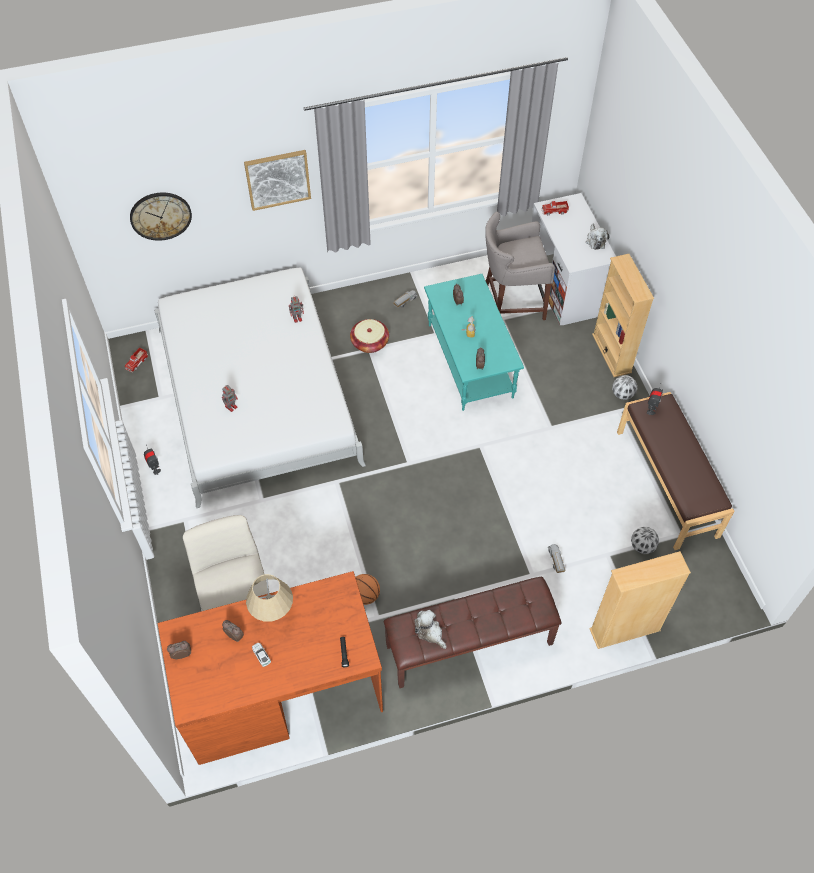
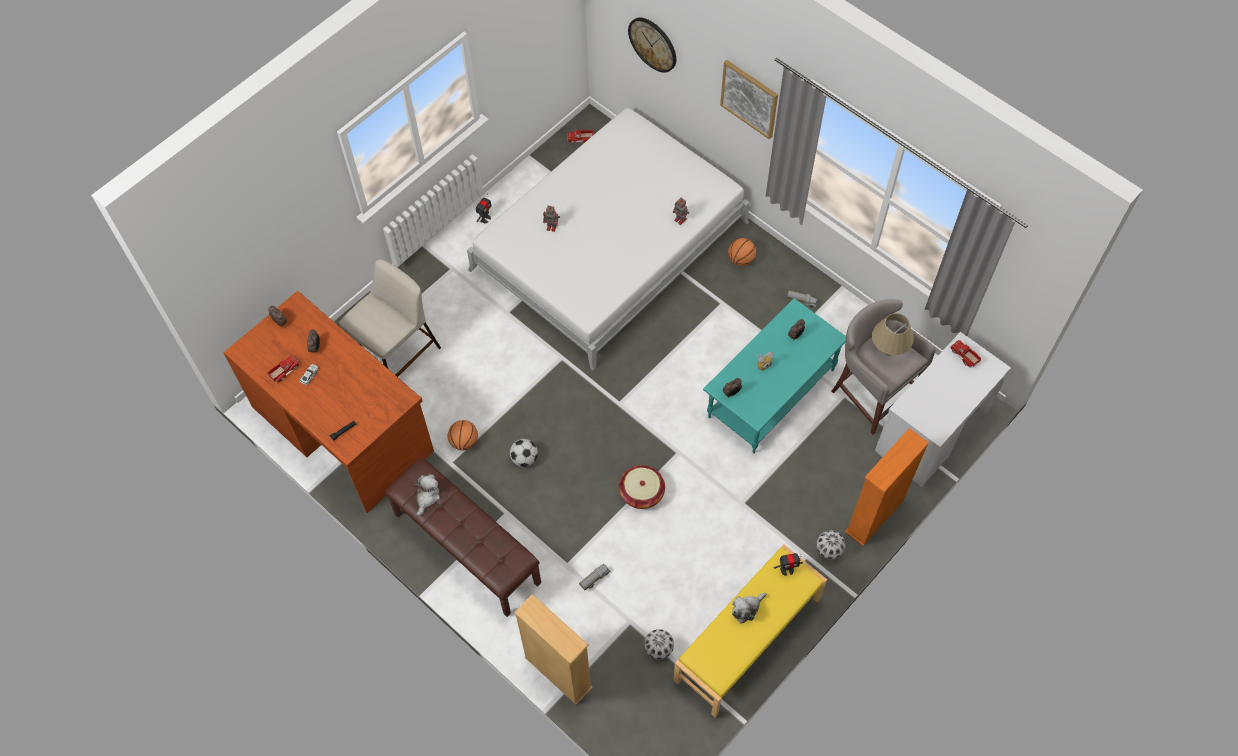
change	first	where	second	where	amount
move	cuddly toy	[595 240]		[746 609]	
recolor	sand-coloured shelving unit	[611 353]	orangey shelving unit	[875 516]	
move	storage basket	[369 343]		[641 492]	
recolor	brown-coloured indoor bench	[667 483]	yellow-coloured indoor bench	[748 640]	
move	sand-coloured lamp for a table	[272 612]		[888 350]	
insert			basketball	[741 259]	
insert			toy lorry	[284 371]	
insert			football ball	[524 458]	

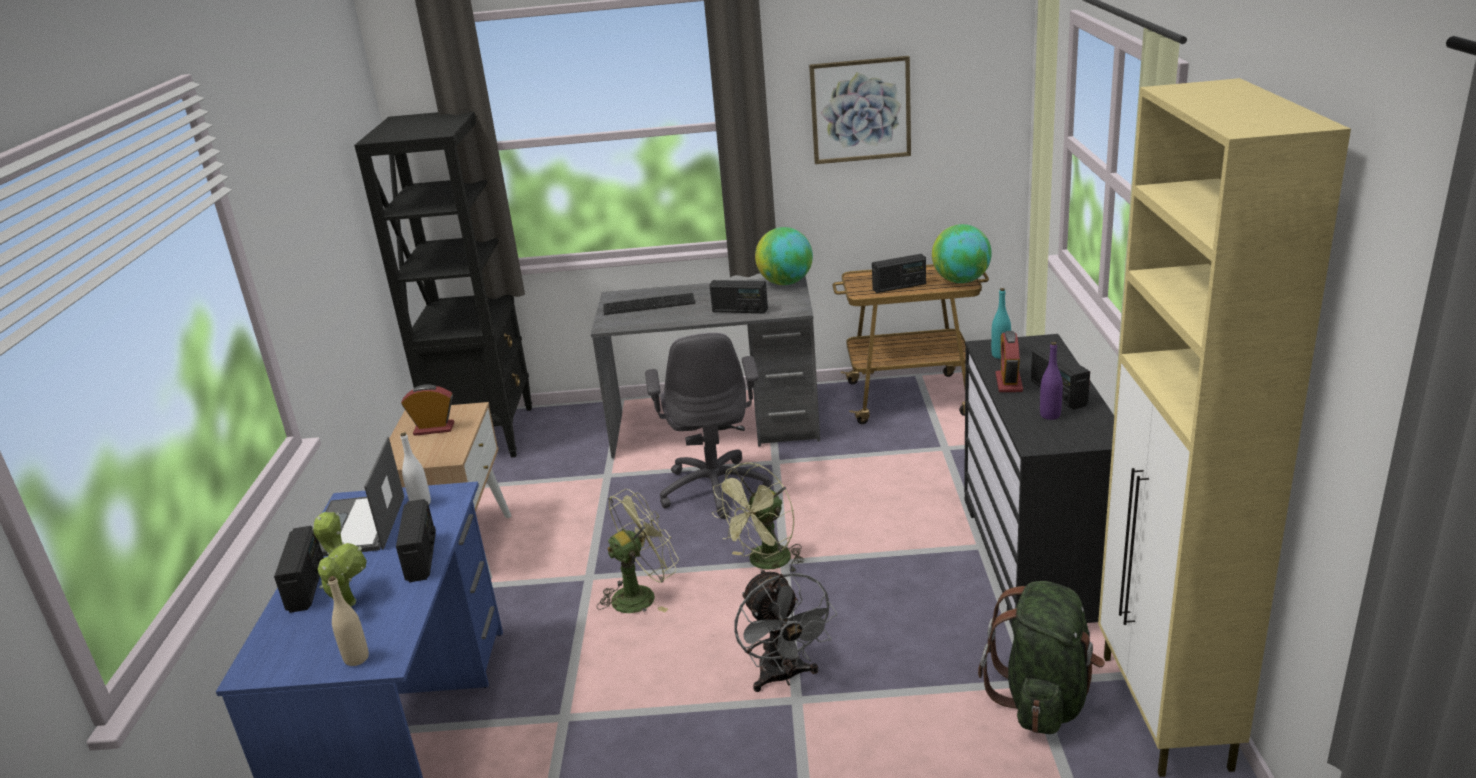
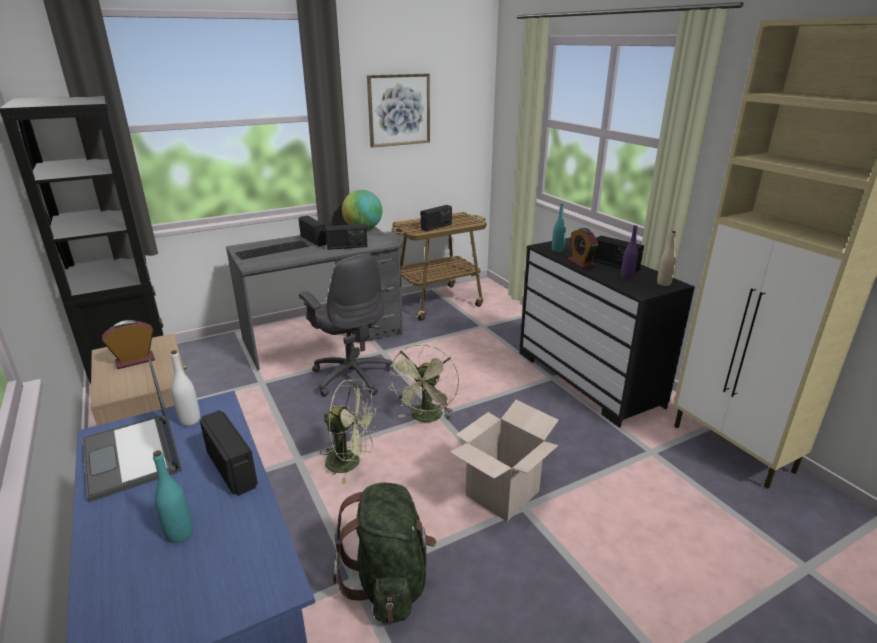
change	first	where	second	where	amount
delete	world globe	[961 281]			
rotate	green cooling fan	[641 595]		[351 462]	75 degrees clockwise
replace	potted plant	[348 601]	turquoise-coloured bottle	[180 533]	
move	radio	[307 586]		[314 240]	
replace	greyish cooling fan	[784 677]	carton	[502 493]	
move	sand-coloured bottle	[356 658]		[663 283]	
move	green backpack	[1043 699]		[389 581]	

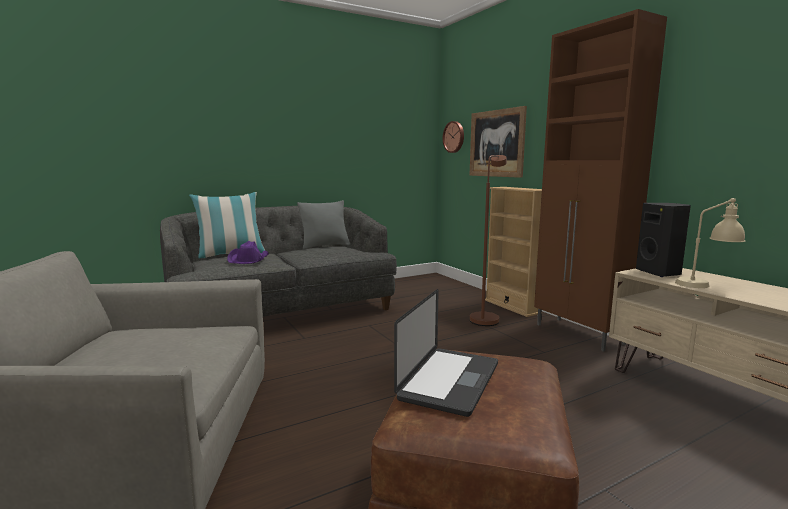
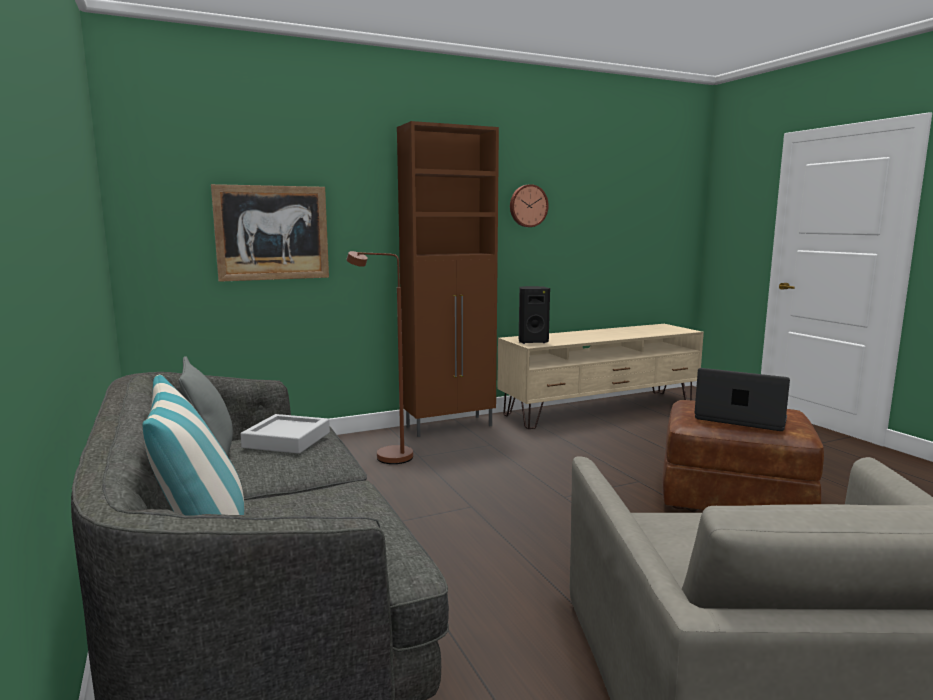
change	first	where	second	where	amount
move	clock on the wall	[454 137]		[528 206]	
delete	sand-coloured shelving unit	[512 306]			
delete	sand-coloured lamp for a table	[706 284]			
delete	purple-coloured hat	[249 259]			
insert			greyish serving tray	[287 440]	

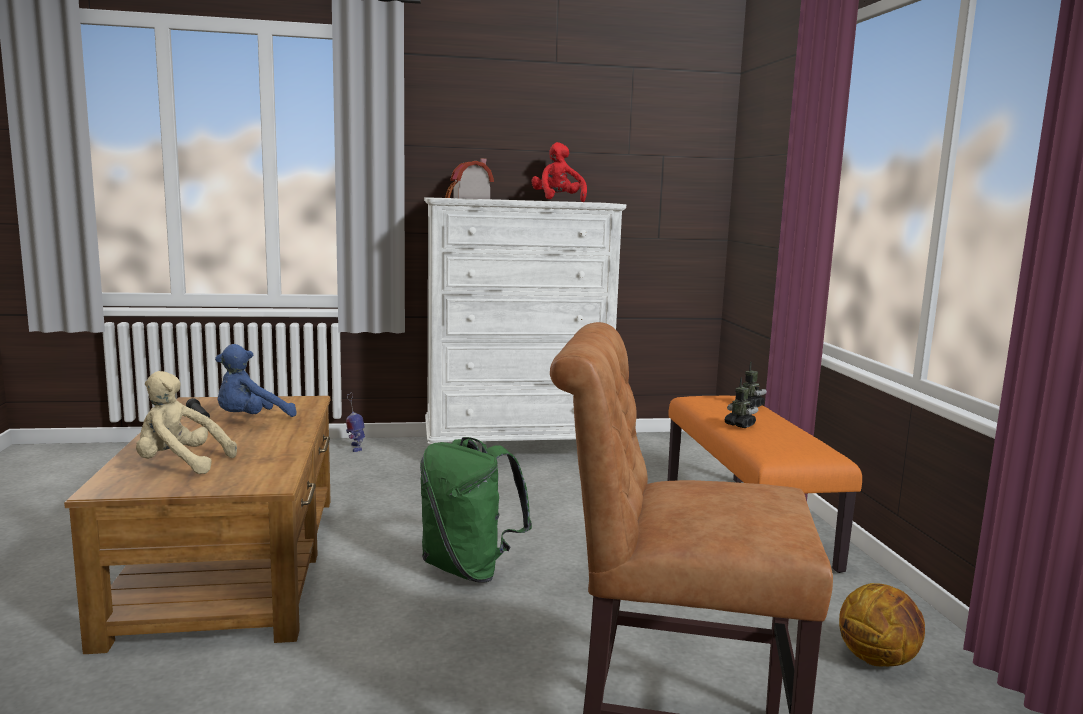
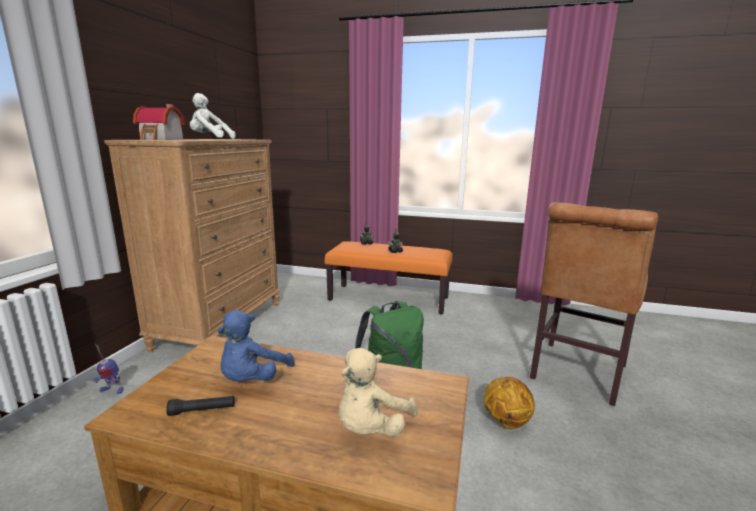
change	first	where	second	where	amount
recolor	reddish cuddly toy	[557 201]	whitish cuddly toy	[209 139]	
recolor	whitish chest of drawers	[516 449]	brown-coloured chest of drawers	[220 325]	
rotate	blue-coloured cuddly toy	[251 420]		[253 379]	45 degrees clockwise
move	basketball	[878 659]		[506 421]	

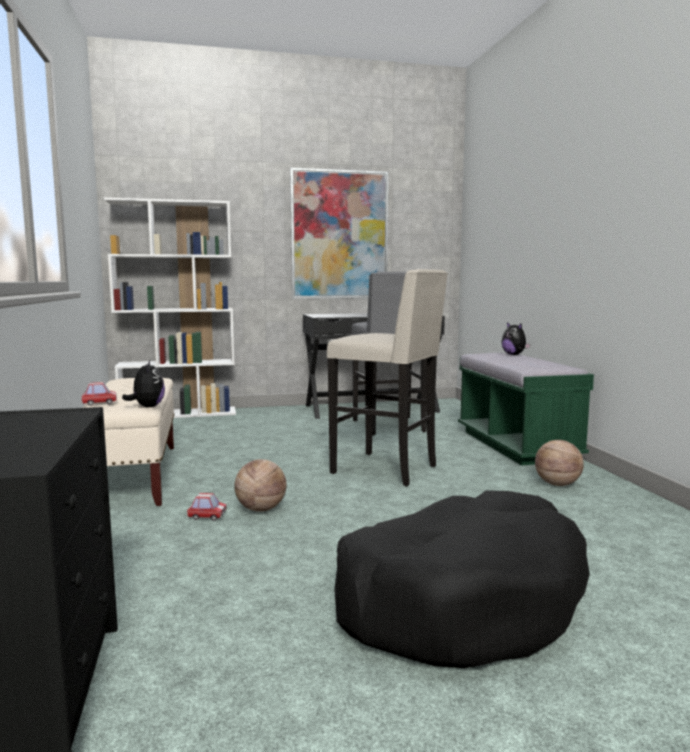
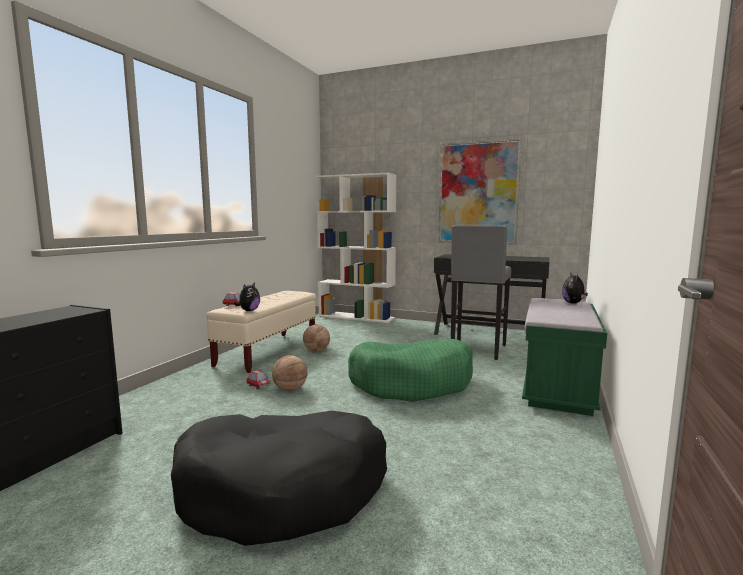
change	first	where	second	where	amount
replace	sand-coloured stool seat	[387 470]	green dog bed	[412 383]	
move	basketball	[557 484]		[316 350]	

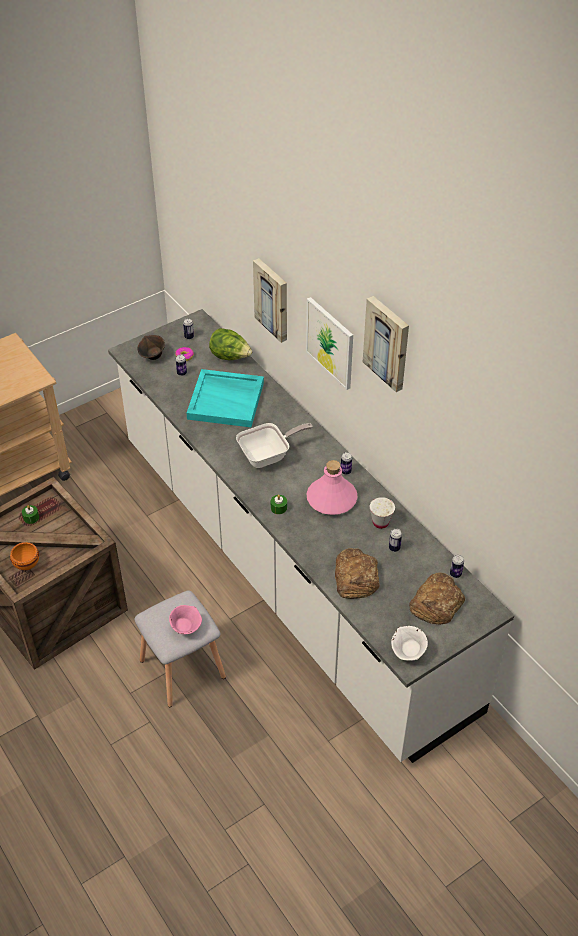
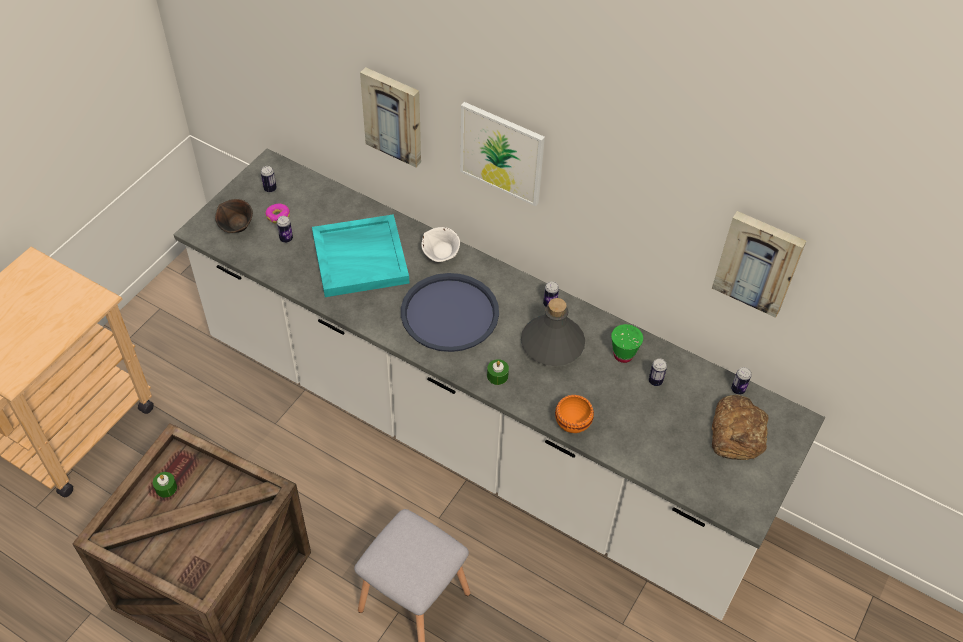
change	first	where	second	where	amount
move	wall picture	[388 343]		[759 262]	
delete	lettuce	[230 357]			
replace	frying pan	[268 456]	blue-coloured serving tray	[449 313]	
recolor	pink bottle	[332 499]	greyish bottle	[552 343]	
recolor	whitish cup	[380 522]	green cup	[623 355]	
move	orangey serving bowl	[28 564]		[573 423]	
delete	bakery bread	[355 577]			
delete	pink serving bowl	[186 627]			
move	whitish serving bowl	[408 652]		[441 256]	

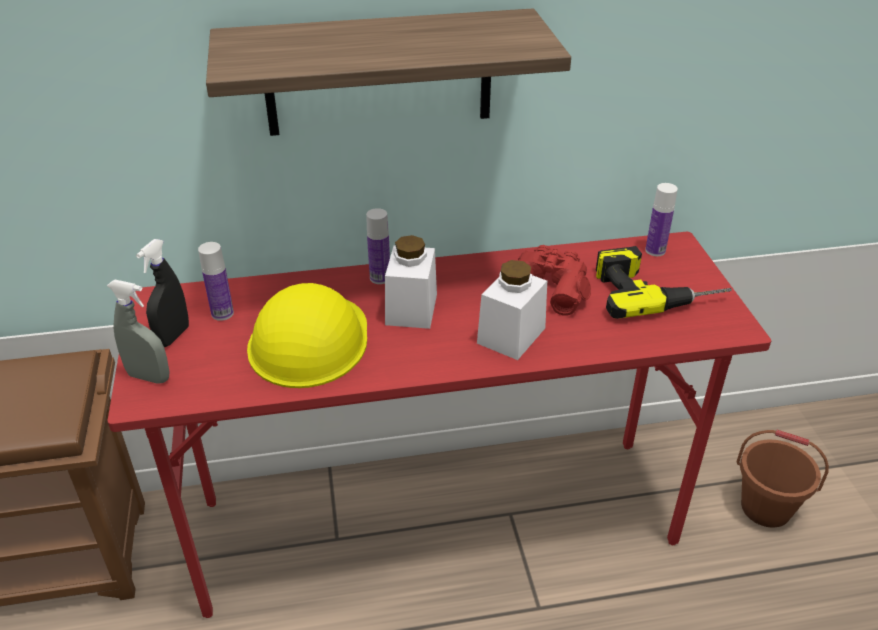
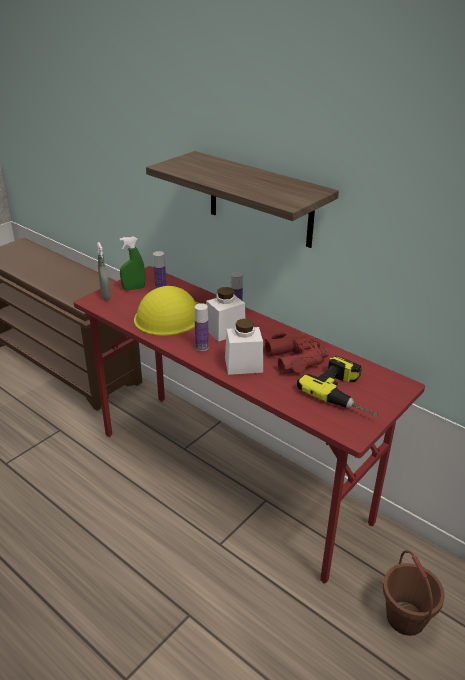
change	first	where	second	where	amount
move	bottle	[655 250]		[202 347]	
recolor	black-coloured hand sprayer	[173 336]	green hand sprayer	[133 288]	

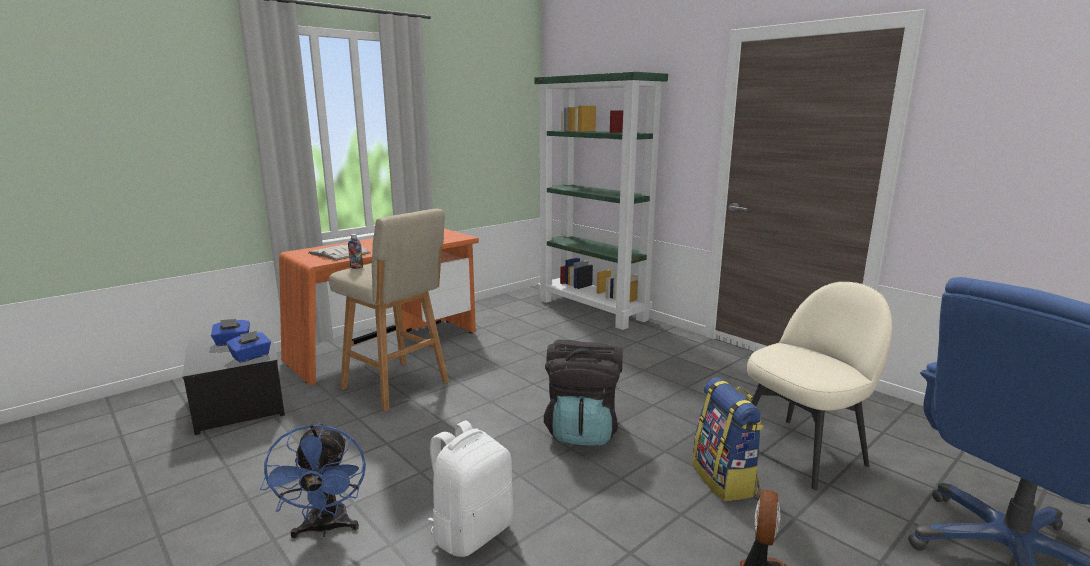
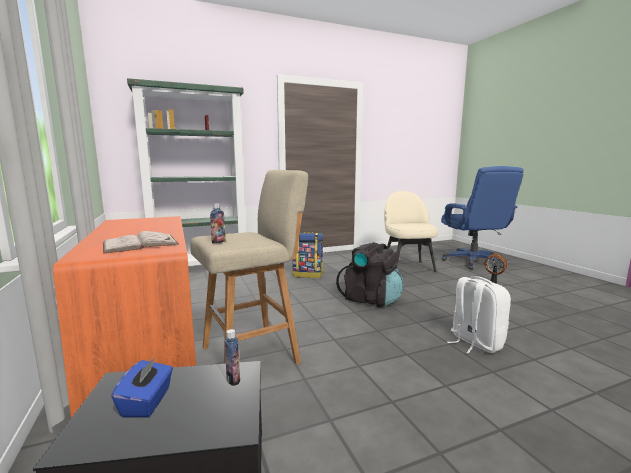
change	first	where	second	where	amount
replace	blue-coloured tissue holder	[251 356]	bottle	[233 380]	
move	backpack	[725 479]		[308 275]	
delete	blue-coloured cooling fan	[326 529]			

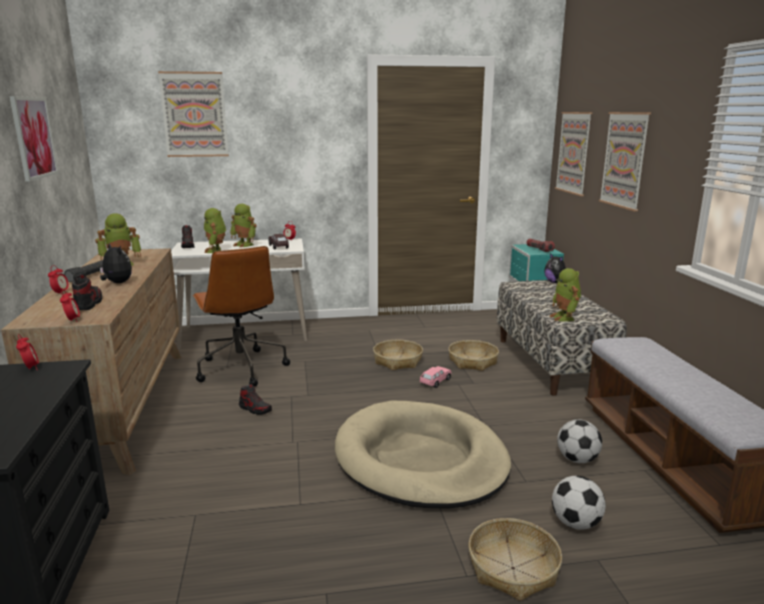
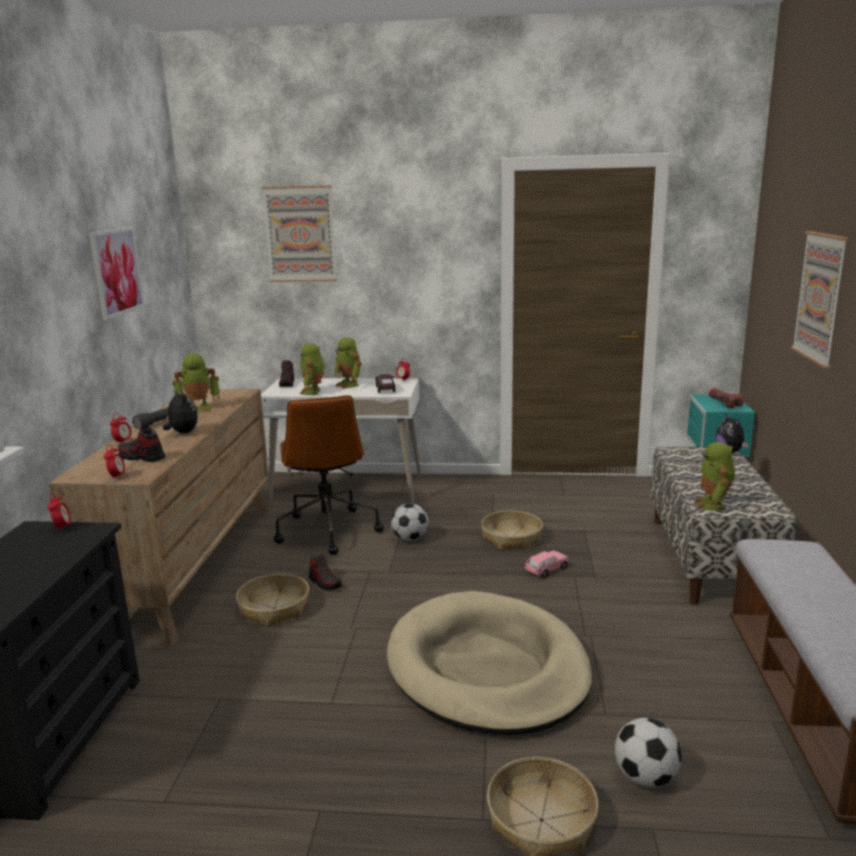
change	first	where	second	where	amount
delete	wall picture	[574 153]			
rotate	shoe	[88 304]		[142 457]	75 degrees counterclockwise
move	storage basket	[473 361]		[274 608]	
move	football ball	[577 459]		[410 539]	

